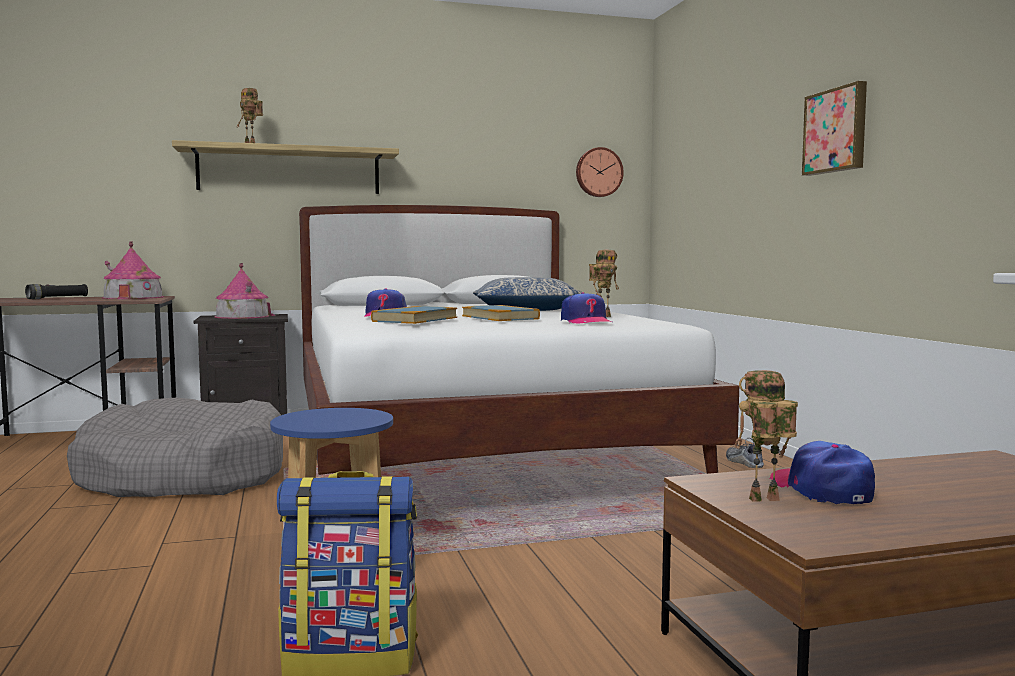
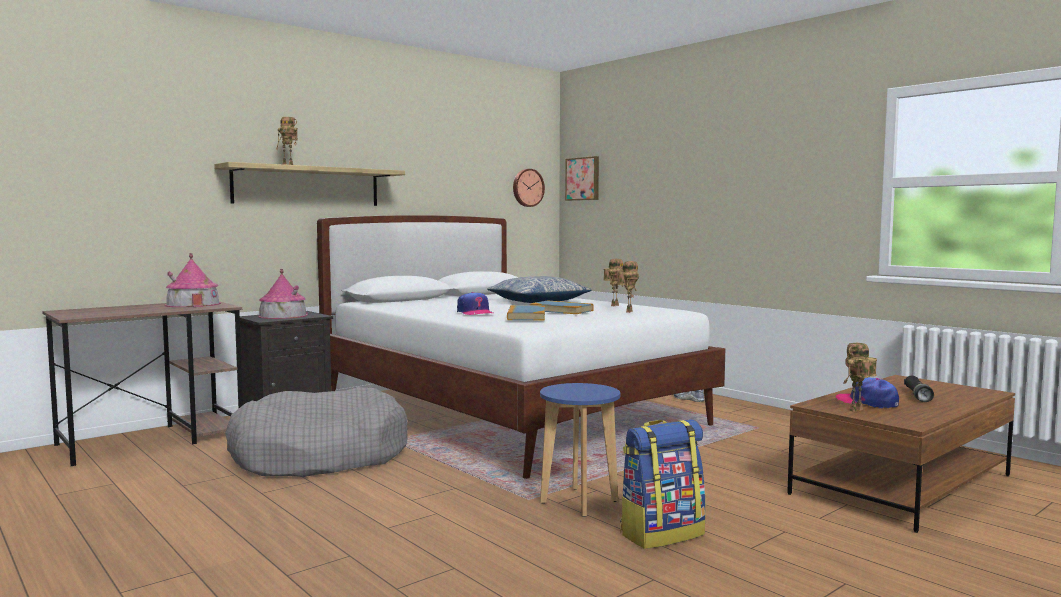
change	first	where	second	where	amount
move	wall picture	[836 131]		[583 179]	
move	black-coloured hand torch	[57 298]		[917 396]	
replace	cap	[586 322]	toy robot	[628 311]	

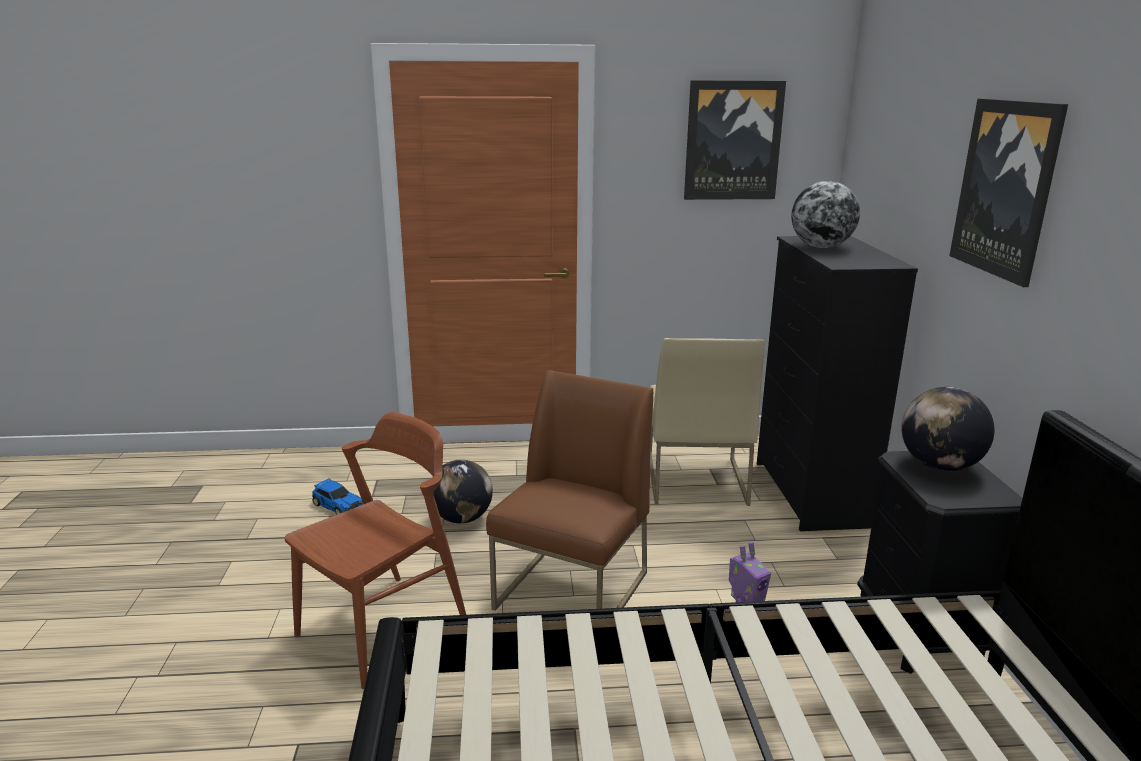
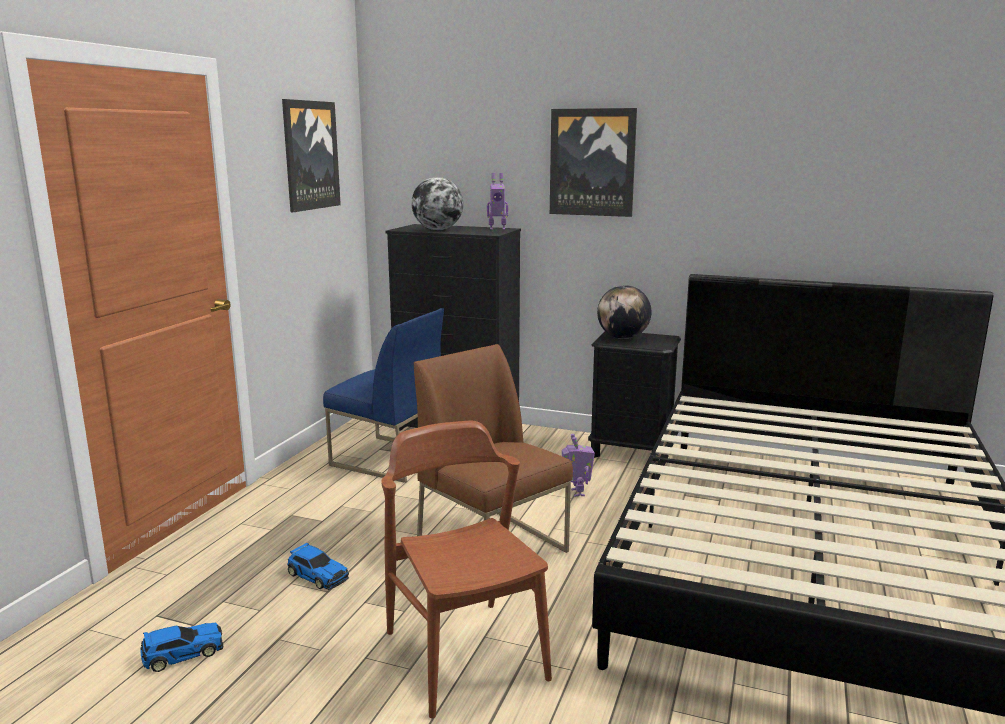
change	first	where	second	where	amount
recolor	sand-coloured upright chair	[695 480]	blue-coloured upright chair	[389 458]	
replace	world globe	[462 518]	miniature car	[317 575]	
insert			toy robot	[497 229]	

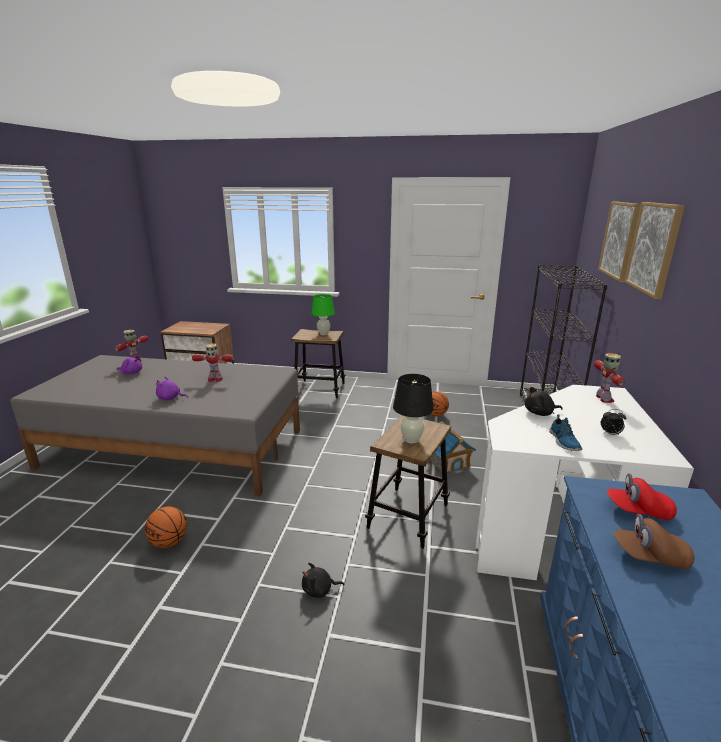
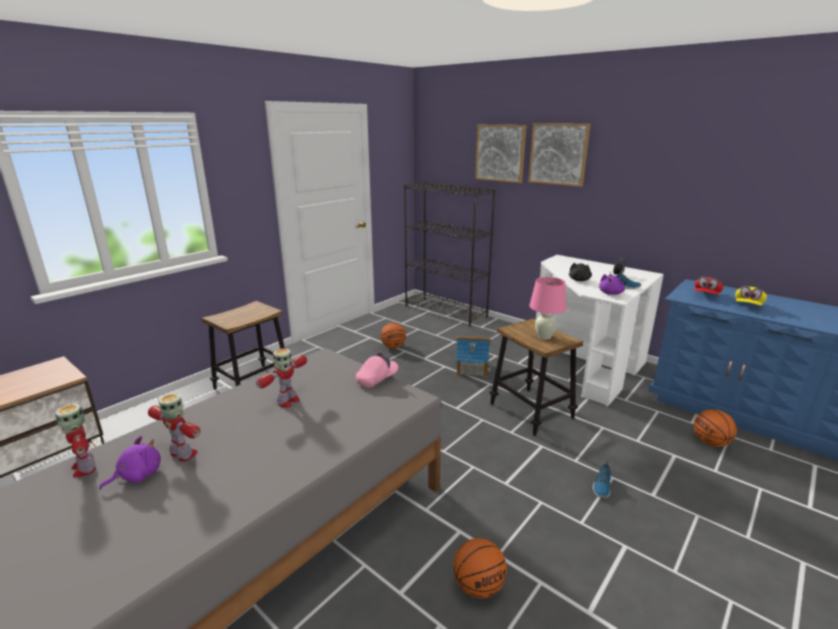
change	first	where	second	where	amount
delete	green lamp for a table	[323 333]			
move	toy robot	[604 399]		[183 454]	
recolor	black-coloured lamp for a table	[411 440]	pink lamp for a table	[544 337]	
move	purple-coloured cuddly toy	[170 398]		[611 293]	
recolor	brown-coloured cap	[649 556]	yellow-coloured cap	[747 306]	
replace	black-coloured cuddly toy	[319 590]	shoe	[601 485]	
insert			pink cap	[377 379]	
insert			basketball	[710 443]	

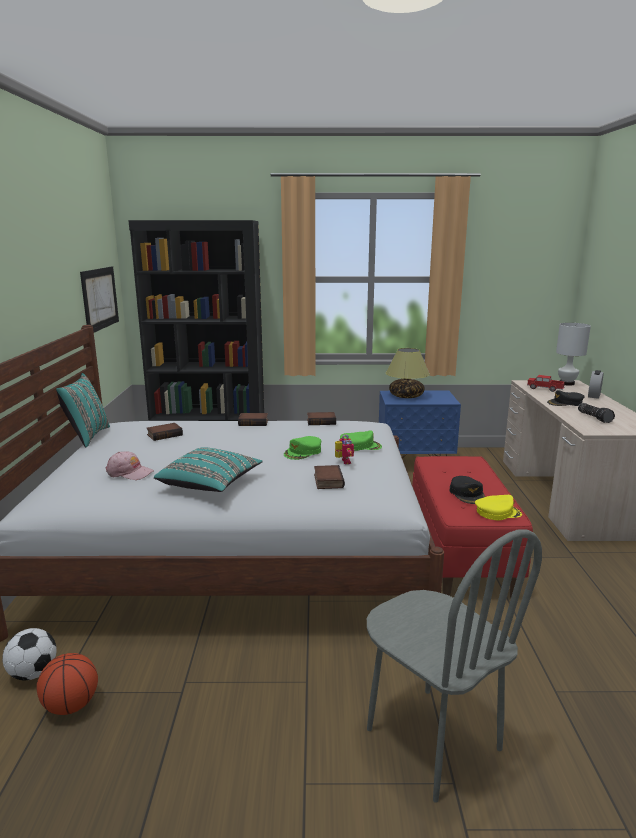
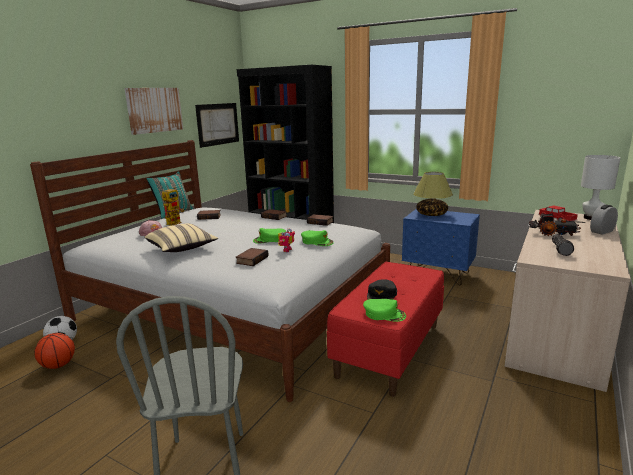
change	first	where	second	where	amount
replace	black-coloured cap	[565 403]	toy lorry	[554 234]	
recolor	turquoise-coloured cushion	[210 484]	sand-coloured cushion	[182 249]	
recolor	yellow-coloured cap	[497 512]	green cap	[384 314]	
insert			wall picture	[154 110]	
insert			toy robot	[175 222]	

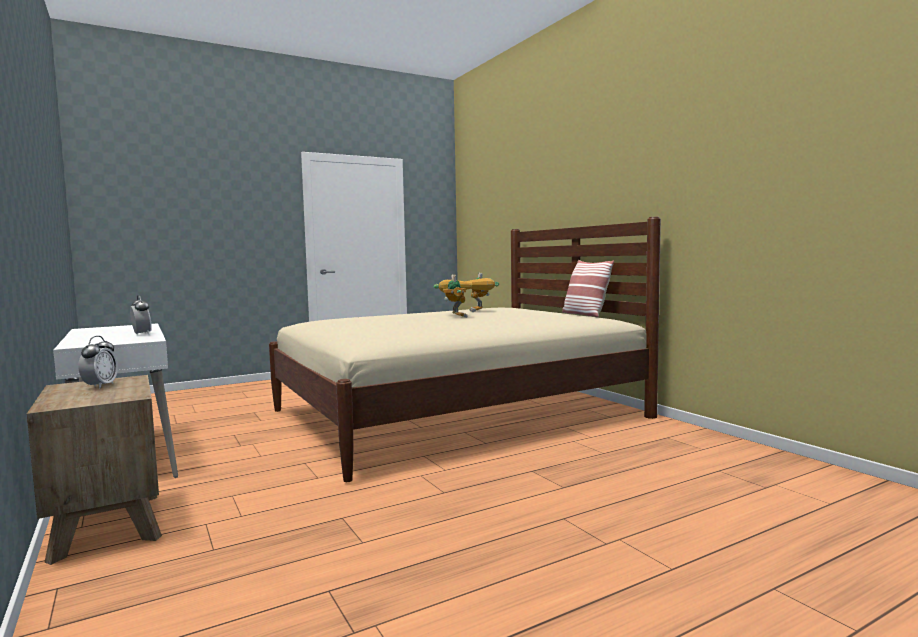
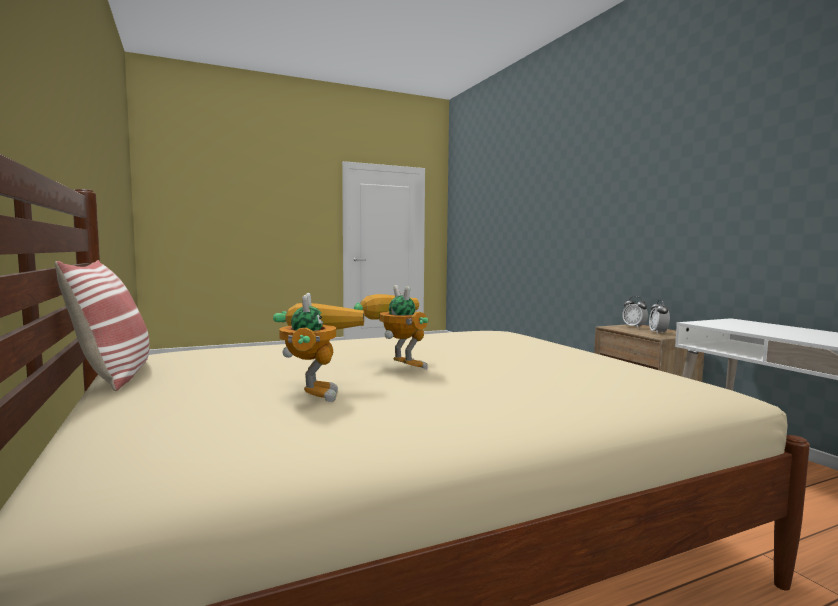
change	first	where	second	where	amount
rotate	toy robot	[454 316]		[395 366]	150 degrees clockwise
move	table clock	[141 334]		[634 327]	

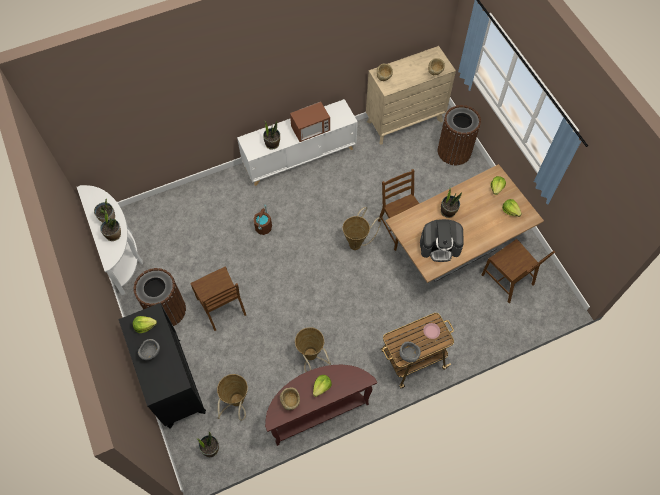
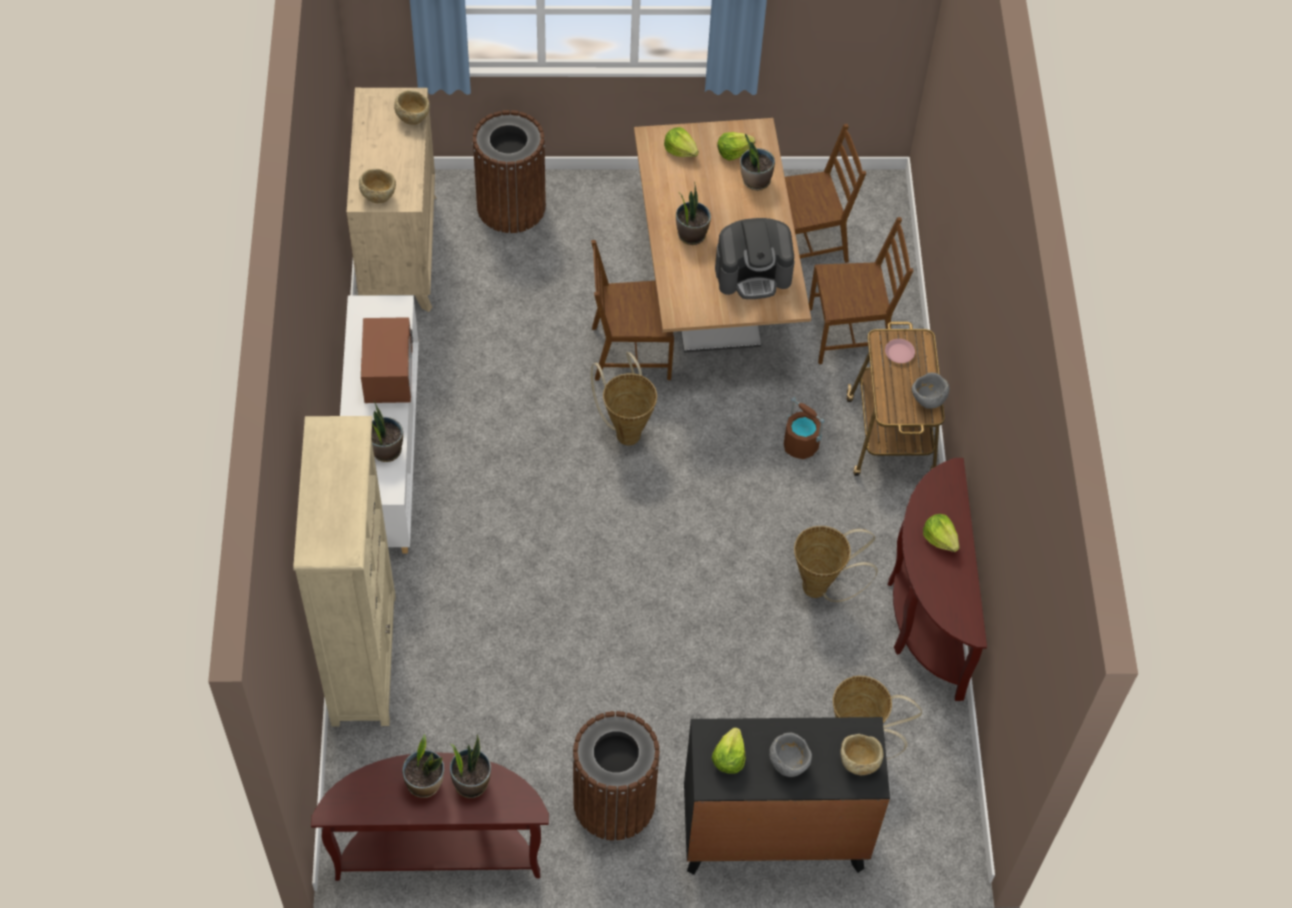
change	first	where	second	where	amount
recolor	whitish hall table	[121 253]	brown-coloured hall table	[439 850]	
move	brown-coloured pail	[263 227]		[801 445]	
rotate	coffee maker	[440 246]		[753 273]	60 degrees clockwise
move	brown-coloured upright chair	[222 306]		[850 332]	
move	sand-coloured serving bowl	[290 401]		[859 761]	
move	potted plant	[210 448]		[755 181]	
insert			sand-coloured shelving unit	[364 658]	

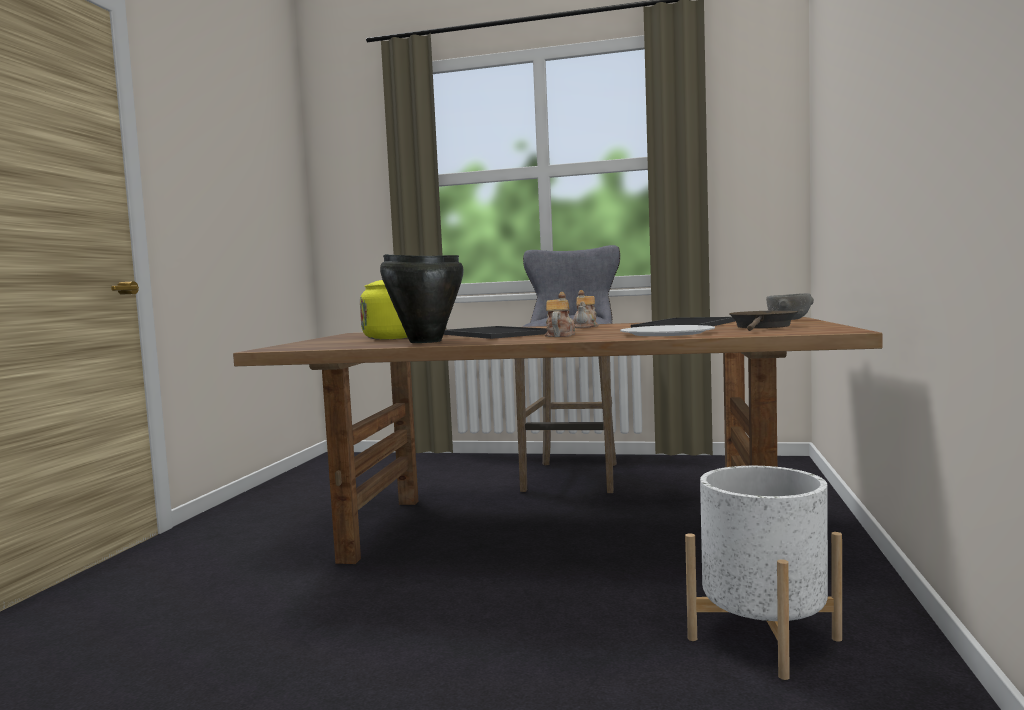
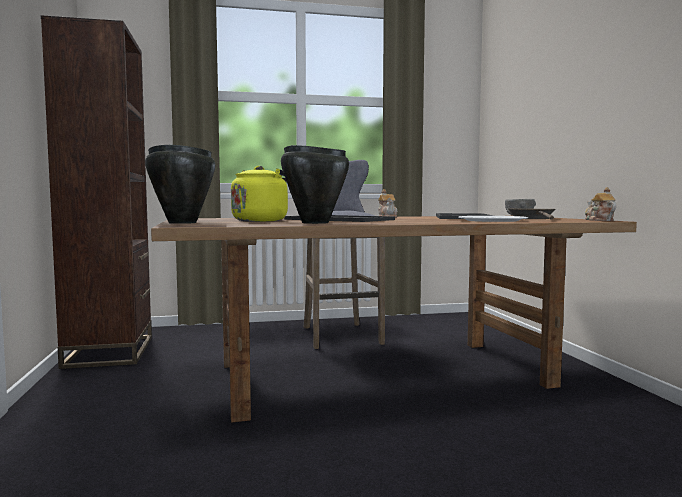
change	first	where	second	where	amount
move	tea pot	[560 335]		[599 220]	
delete	whitish planter	[764 639]			
insert			brown-coloured shelving unit	[110 351]	
insert			black-coloured saucepot	[181 223]	

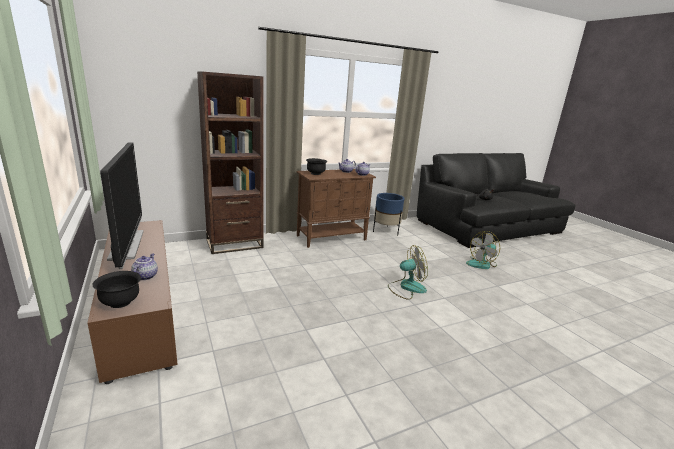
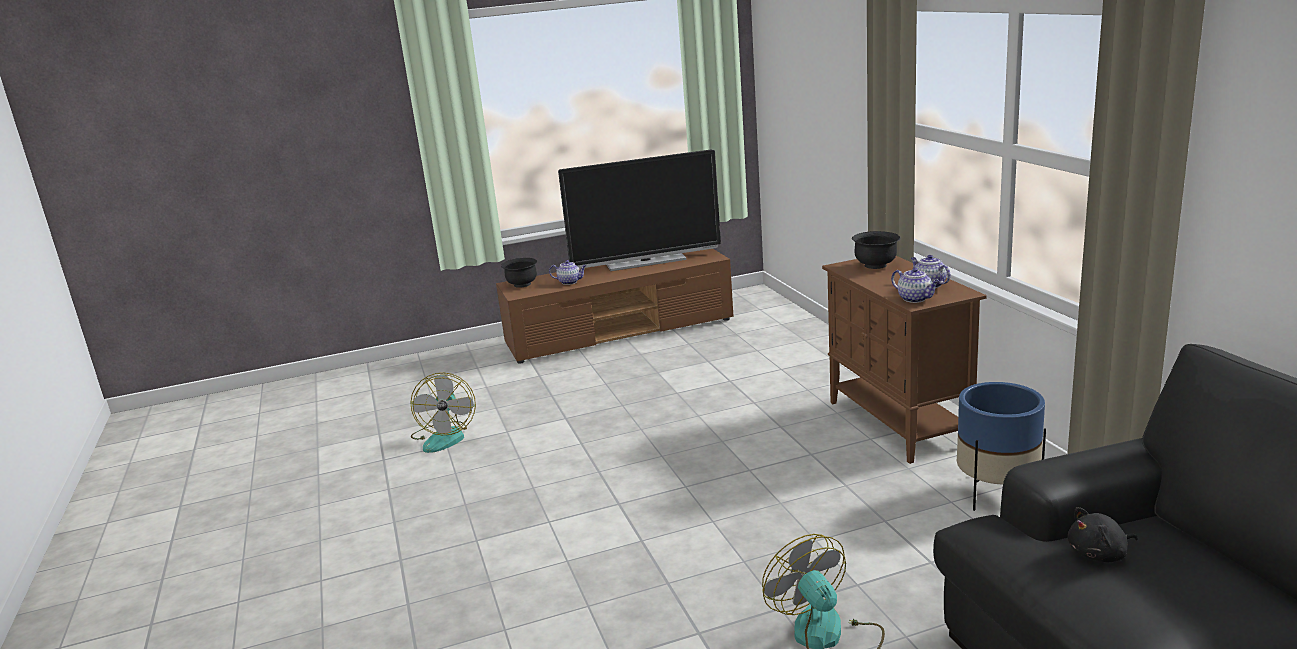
change	first	where	second	where	amount
delete	brown-coloured shelving unit	[234 244]			
move	cooling fan	[406 287]		[445 437]	

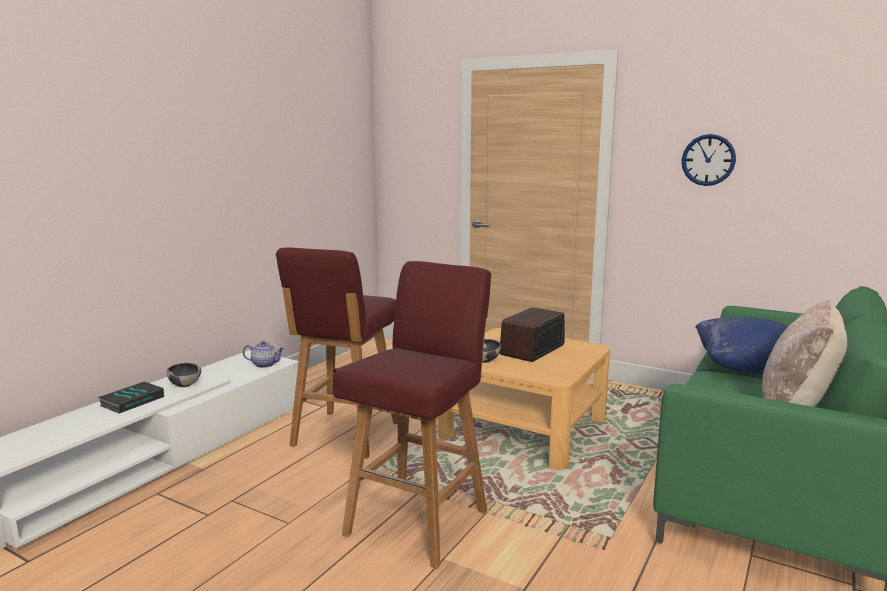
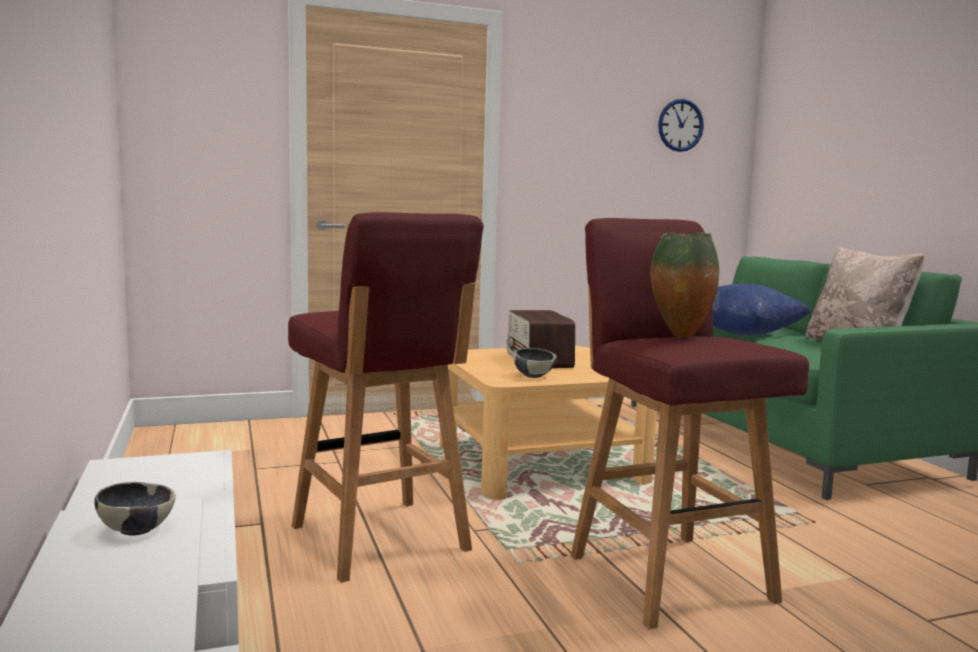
change	first	where	second	where	amount
move	clock on the wall	[708 160]		[680 125]	
delete	tea pot	[265 364]			
delete	book	[132 401]			
insert			vase	[679 336]	

